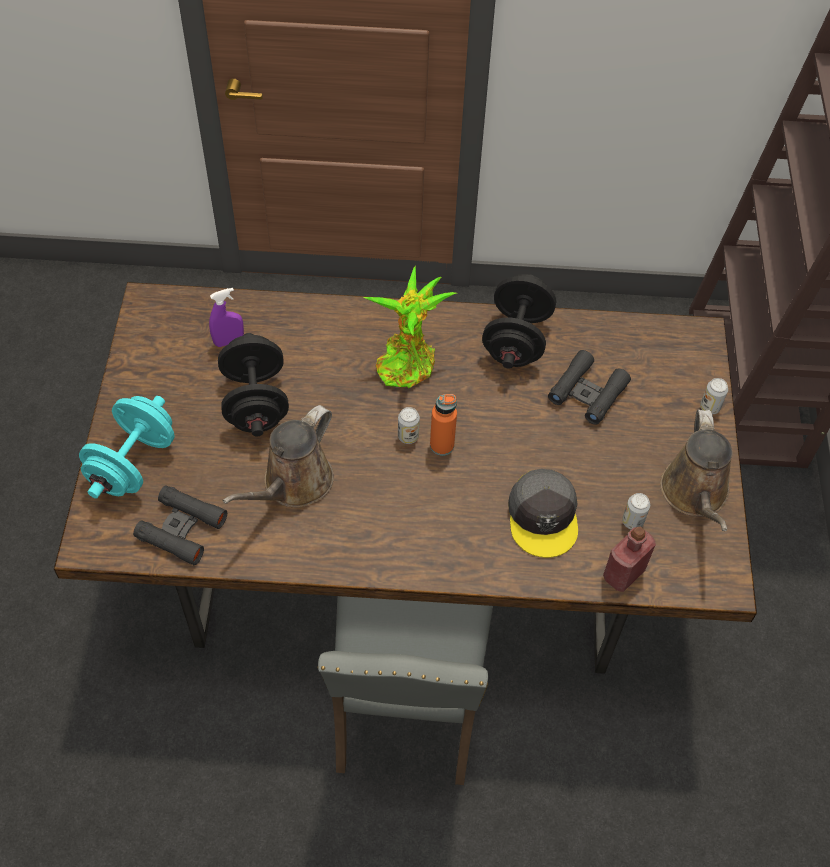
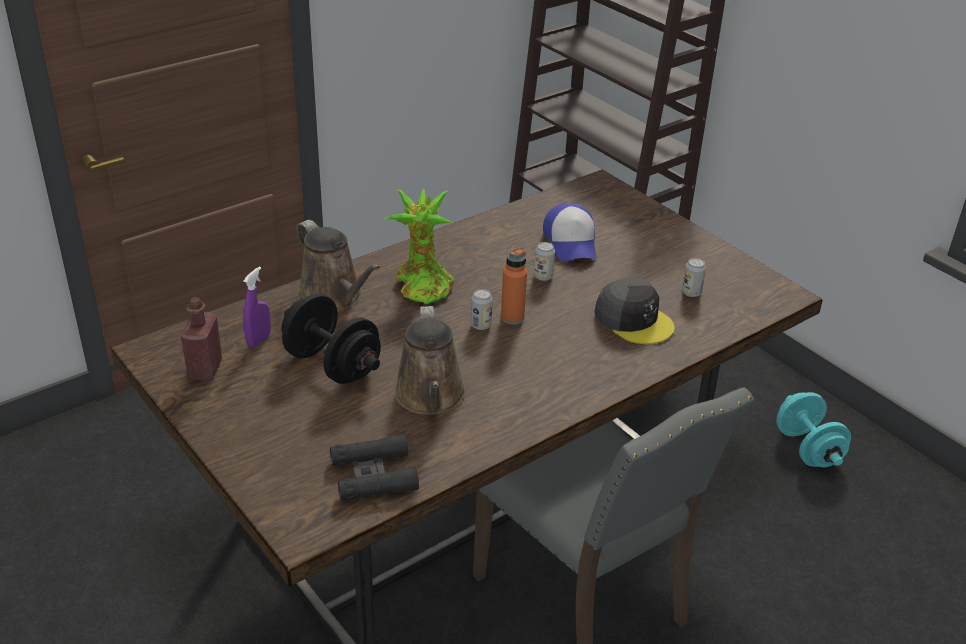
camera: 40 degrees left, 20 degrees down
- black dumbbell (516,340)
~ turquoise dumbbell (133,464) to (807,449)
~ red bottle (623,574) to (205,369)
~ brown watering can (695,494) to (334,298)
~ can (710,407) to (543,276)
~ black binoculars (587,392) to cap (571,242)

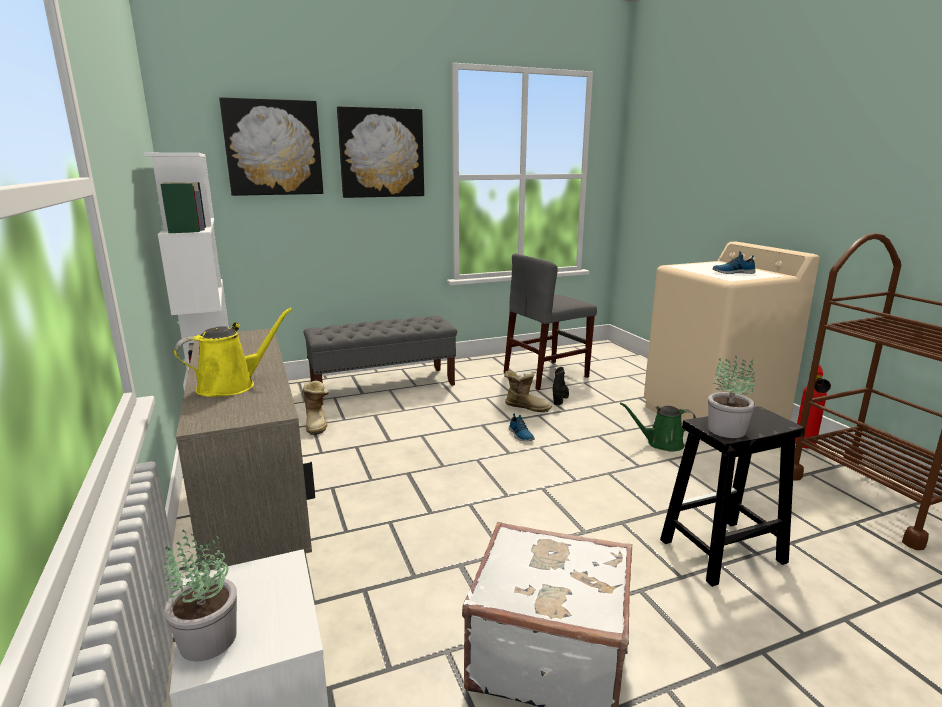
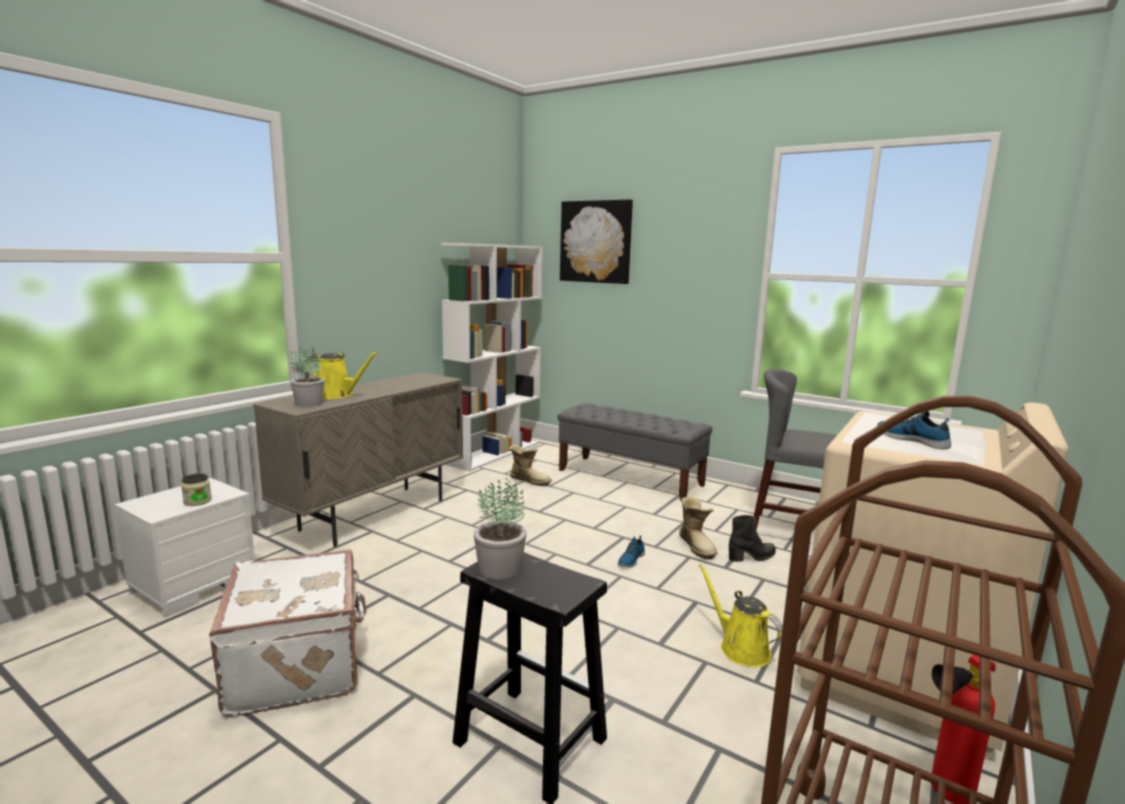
camera: 55 degrees right, 5 degrees down
- picture (381,153)
+ jar (197,501)
~ potted plant (206,639) to (309,403)
~ green watering can (661,443) to yellow watering can (740,648)
~ boot (317,424) = (529,480) 105 degrees counterclockwise

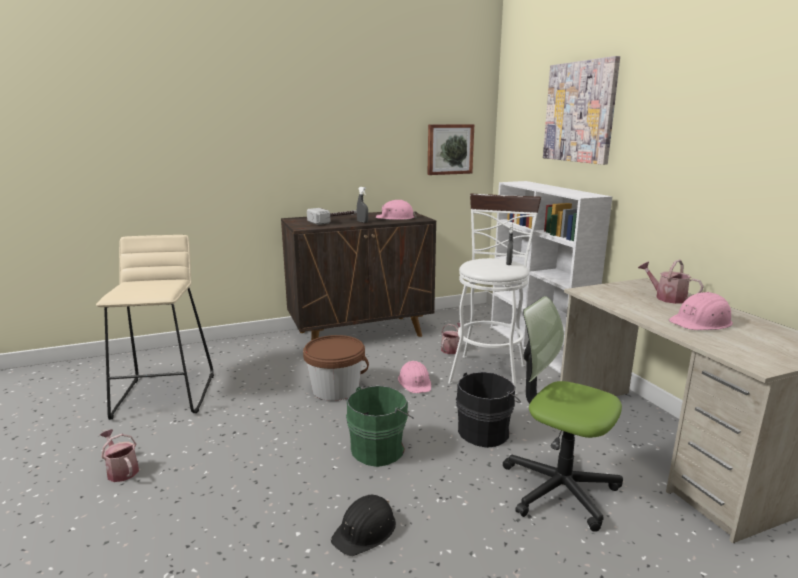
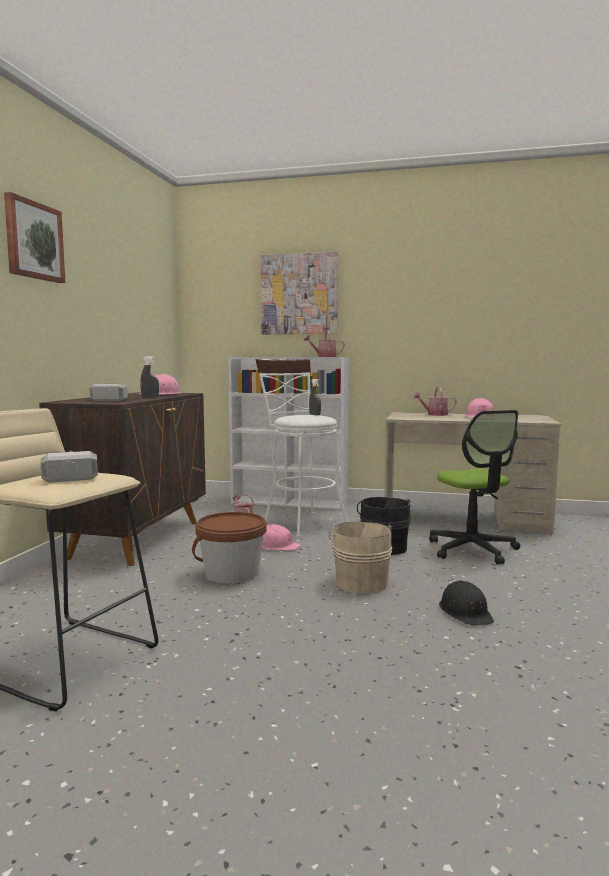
camera: 55 degrees left, 10 degrees down
+ hammer (71,472)
~ watering can (121,470) to (324,356)
~ picture (449,149) to (33,241)
~ green bucket (380,448) to beige bucket (361,582)
~ office chair (559,488) = (472,549) 90 degrees counterclockwise

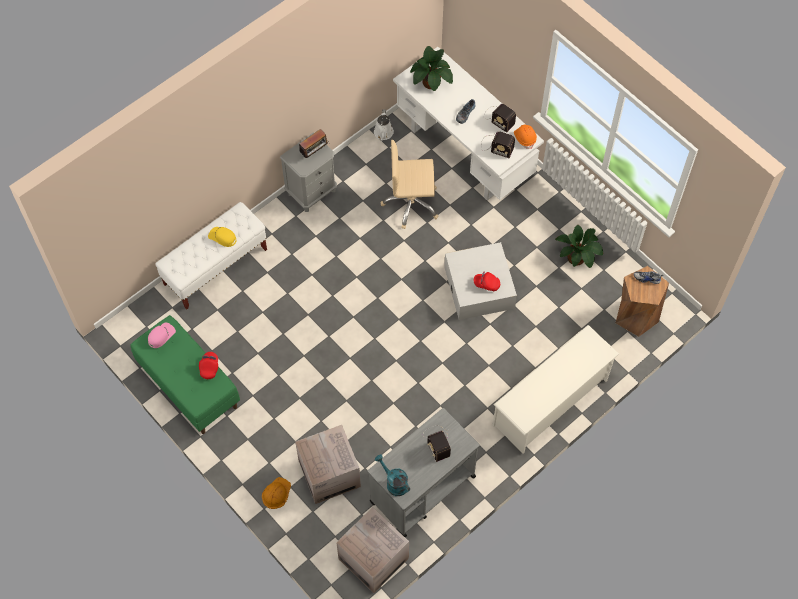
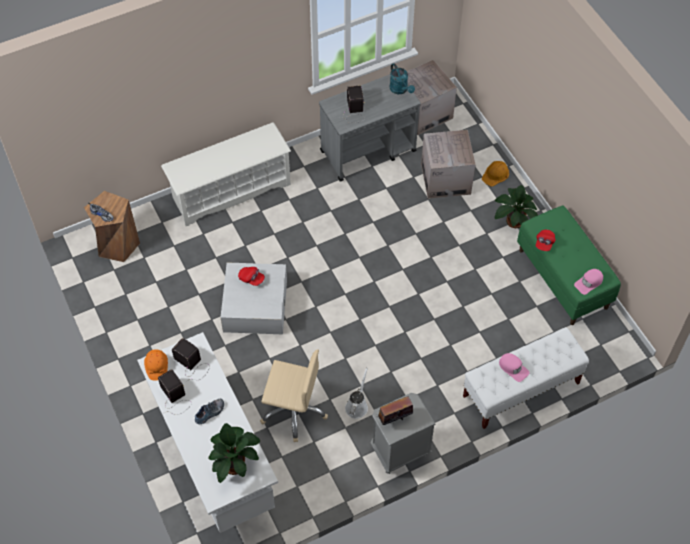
camera: 165 degrees left, 5 degrees down
~ white watering can (383,133) to (357,406)
~ potted plant (578,258) to (513,220)
~ yellow cap (222,237) to pink cap (513,368)

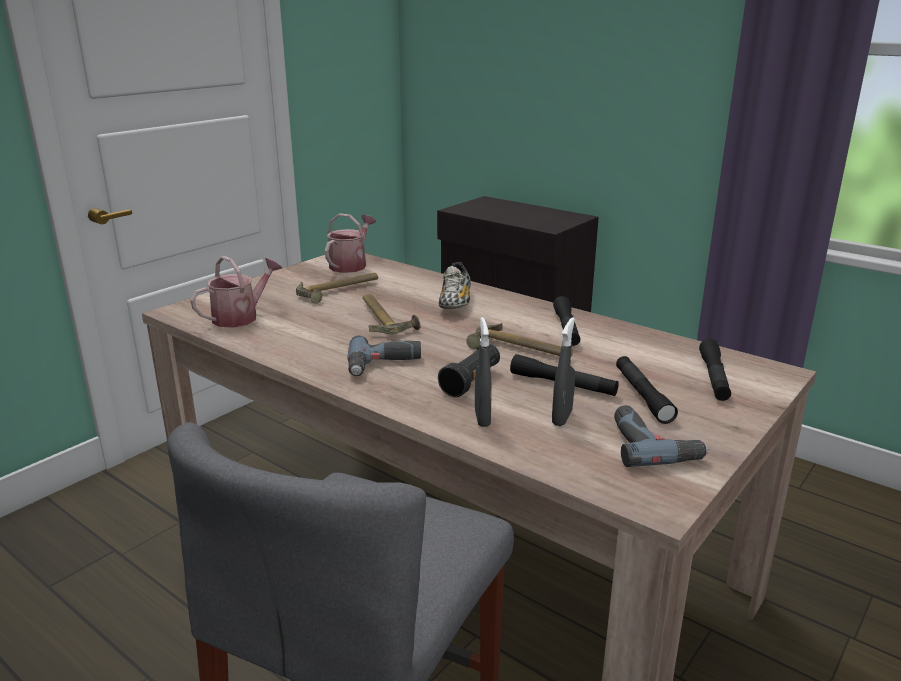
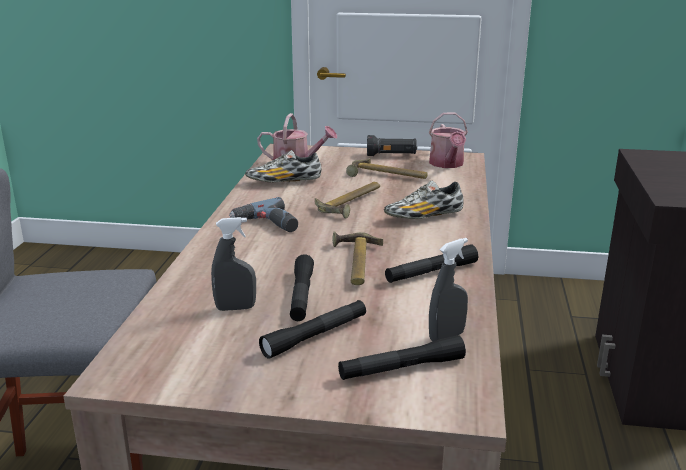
camera: 60 degrees right, 0 degrees up
- power drill (652,445)
+ shoe (284,182)
~ black flashlight (471,382) to (391,155)
~ grey spray bottle (482,418) to (446,336)
~ watering can (351,265) = (447,164) 90 degrees clockwise

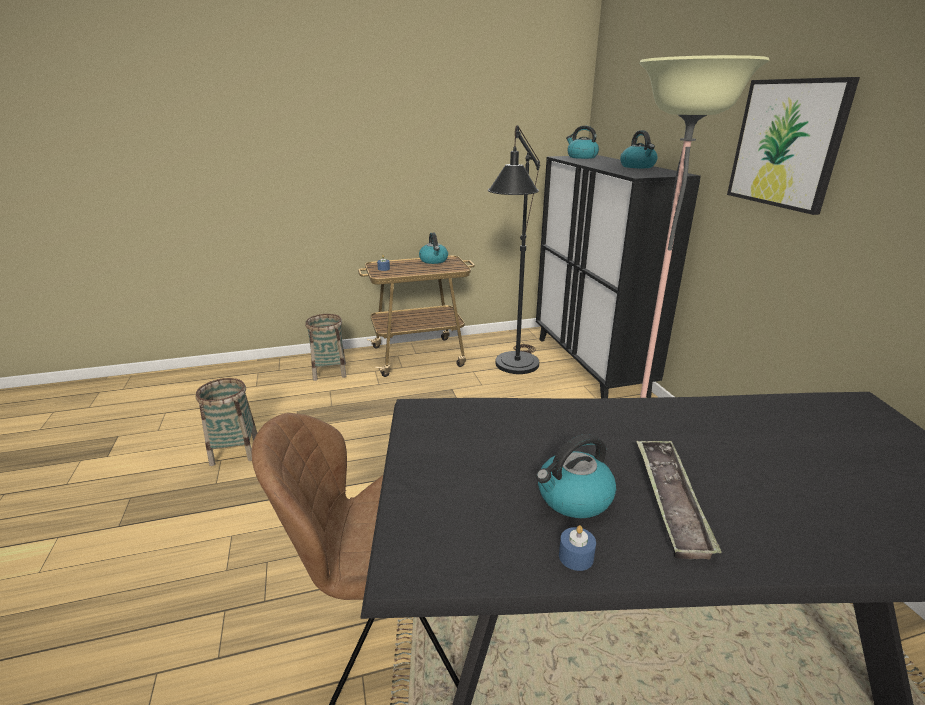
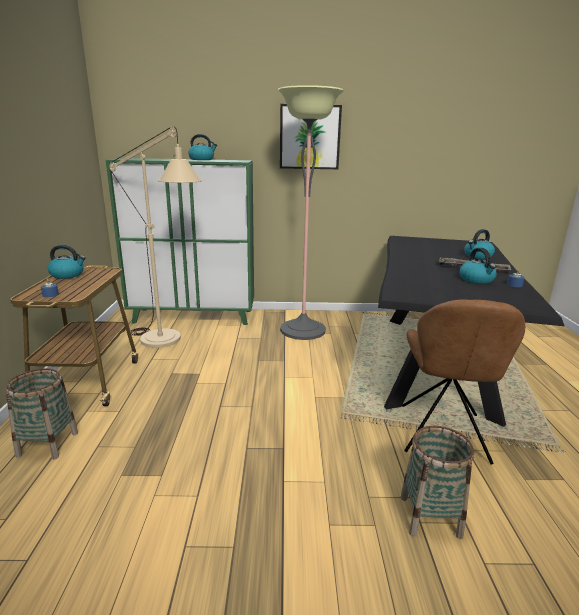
camera: 75 degrees left, 5 degrees down
~ basket (235,451) to (430,516)
~ kettle (581,157) to (477,256)
~ black floor lamp (514,369) to beige floor lamp (168,342)
~ black cabinet (590,365) to green cabinet (194,316)

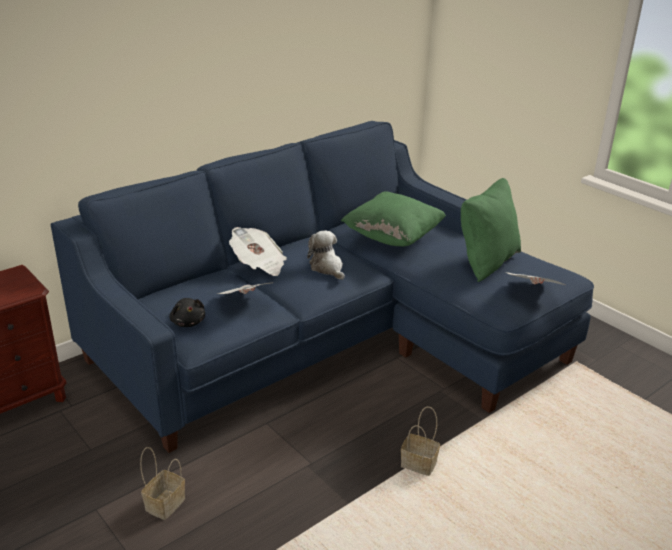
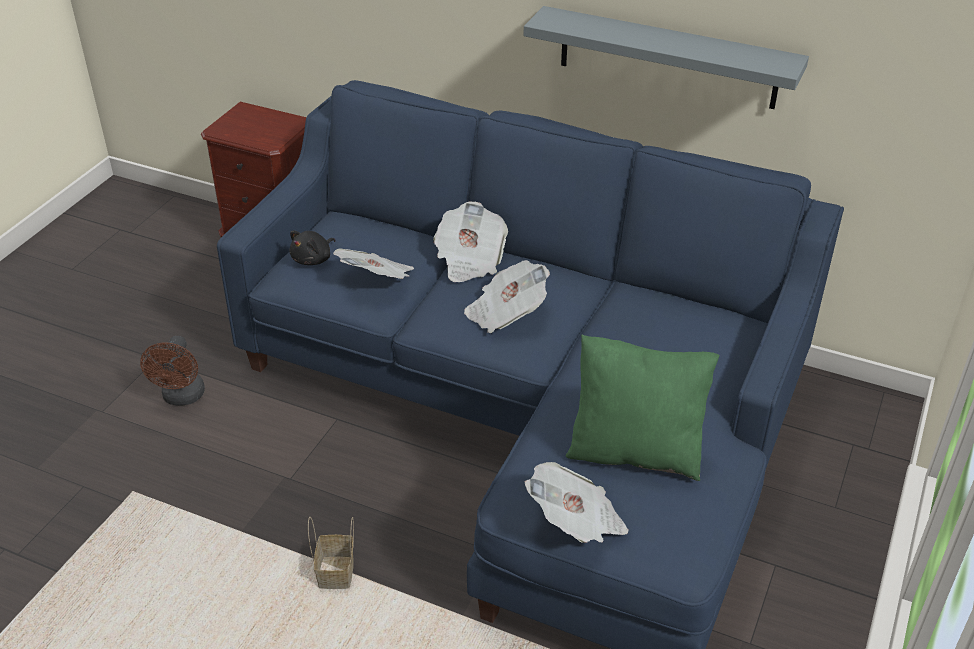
camera: 65 degrees right, 10 degrees up
- green pillow (393,237)
+ grey shelf (668,58)
~ basket (165,503) to brown fan (182,397)
~ plush toy (327,268) to newspaper (506,313)

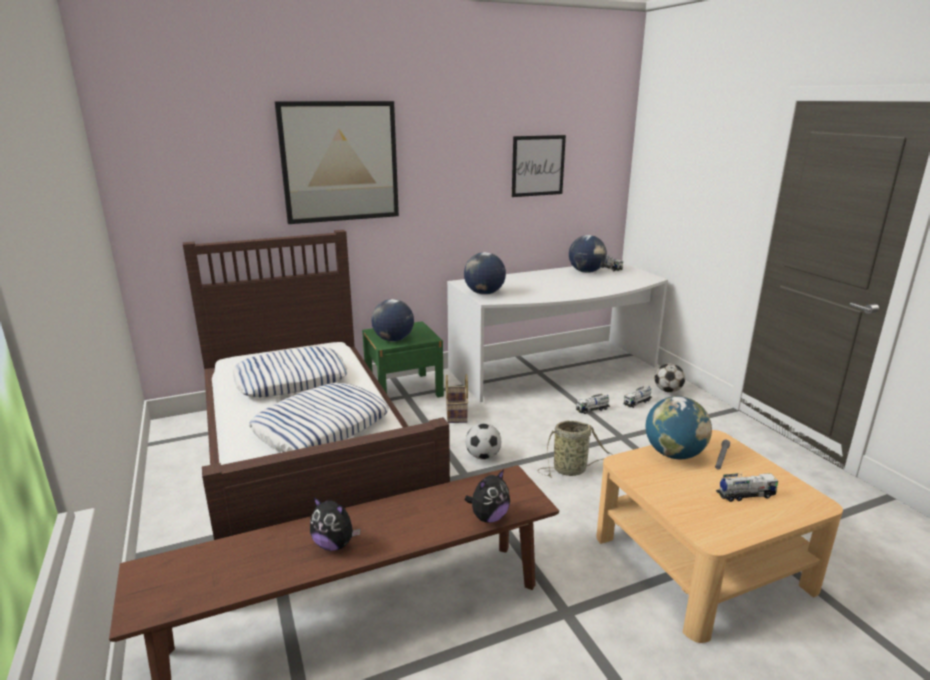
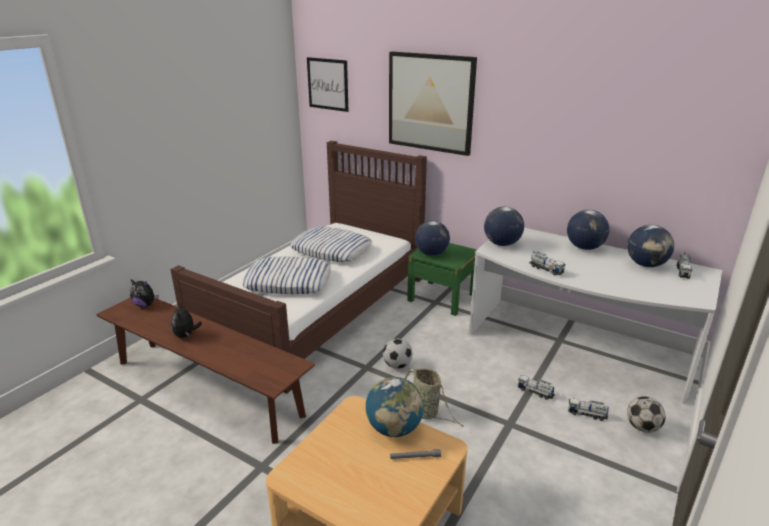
camera: 55 degrees right, 5 degrees up
- basket (457,414)
+ globe (584,247)
~ plush toy (488,517) to (145,305)
~ picture (538,166) to (328,84)
~ toy truck (745,495) to (546,269)

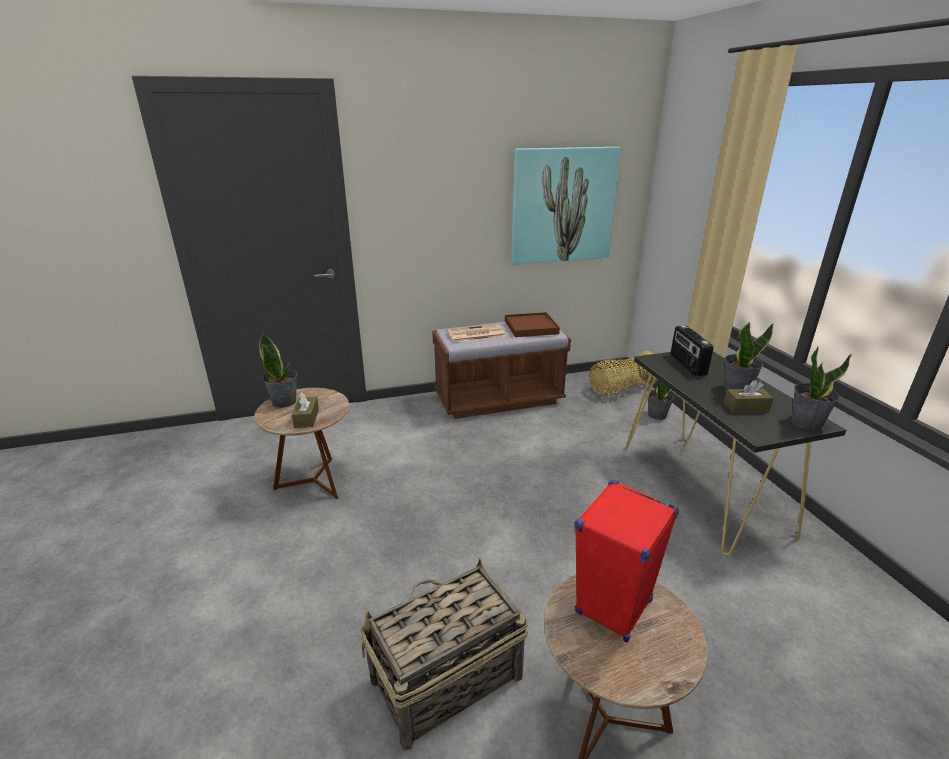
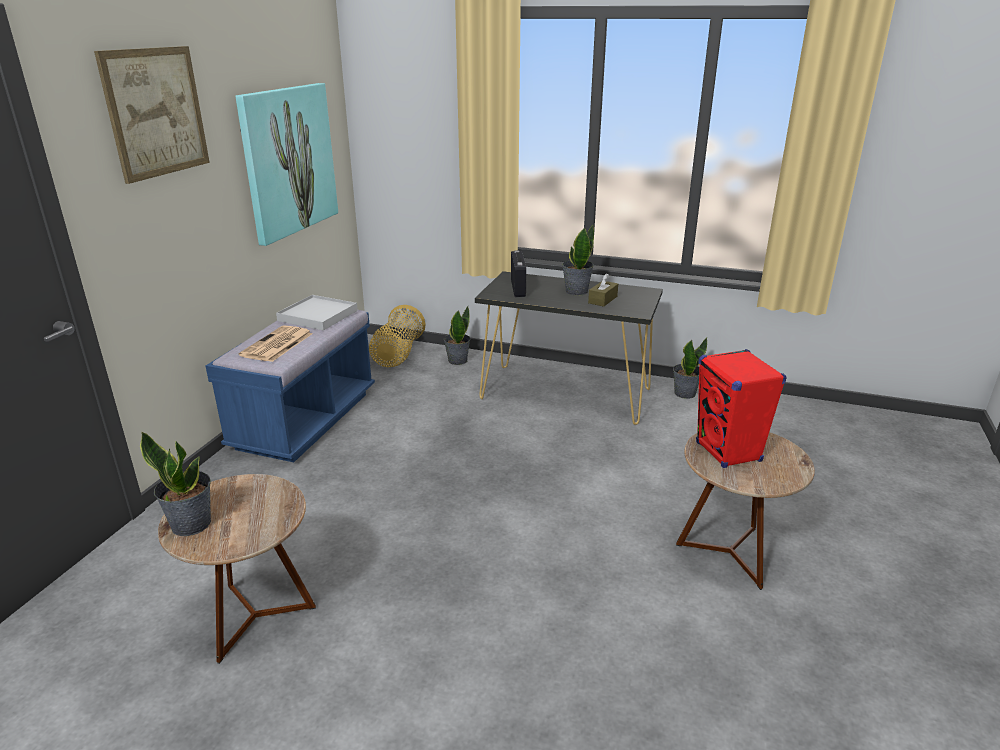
camera: 55 degrees left, 0 degrees up
- brown tissue box (306,418)
- basket (445,679)
+ picture (156,112)
~ potted plant (806,422) to (684,393)
~ brown bench (498,399) to blue bench (305,420)
~ brown tray (531,327) to white tray (317,316)
~ radio (687,365) = (518,288) 120 degrees counterclockwise

